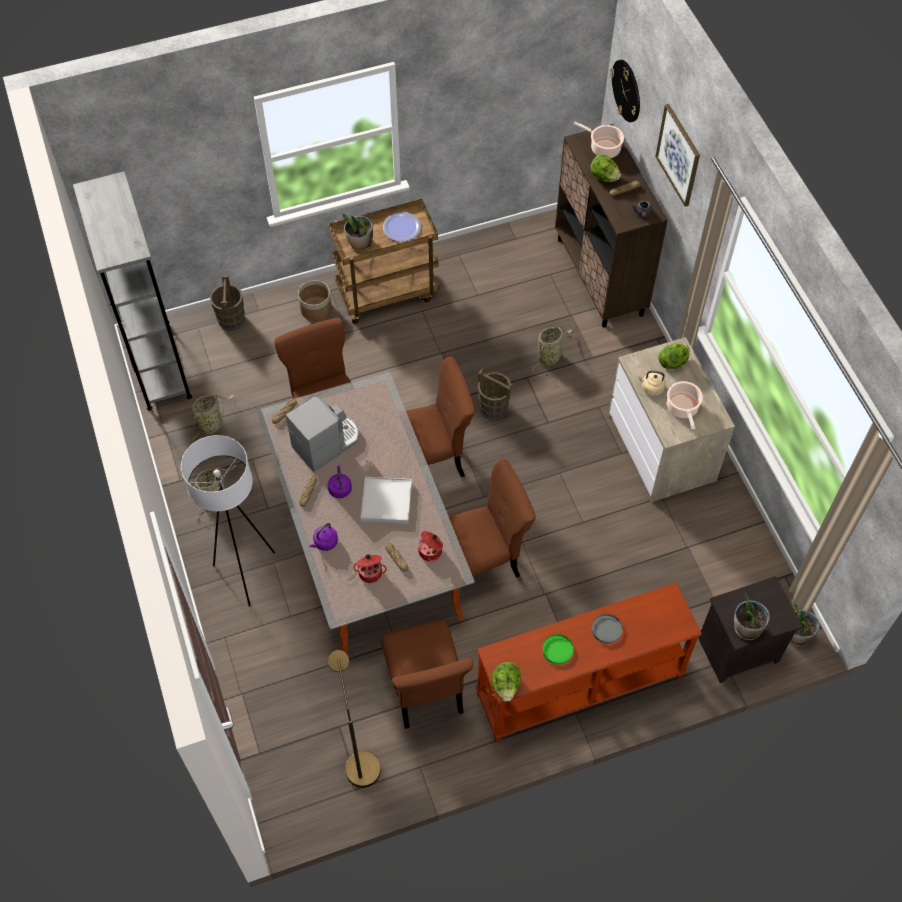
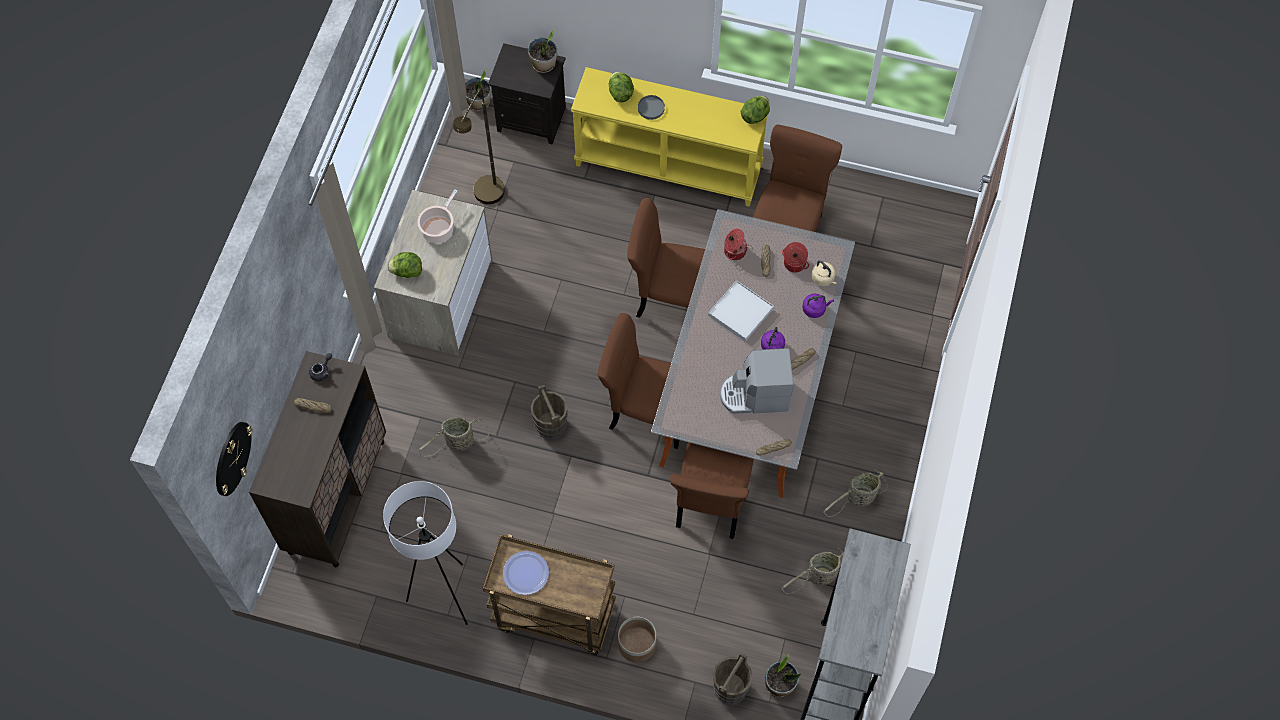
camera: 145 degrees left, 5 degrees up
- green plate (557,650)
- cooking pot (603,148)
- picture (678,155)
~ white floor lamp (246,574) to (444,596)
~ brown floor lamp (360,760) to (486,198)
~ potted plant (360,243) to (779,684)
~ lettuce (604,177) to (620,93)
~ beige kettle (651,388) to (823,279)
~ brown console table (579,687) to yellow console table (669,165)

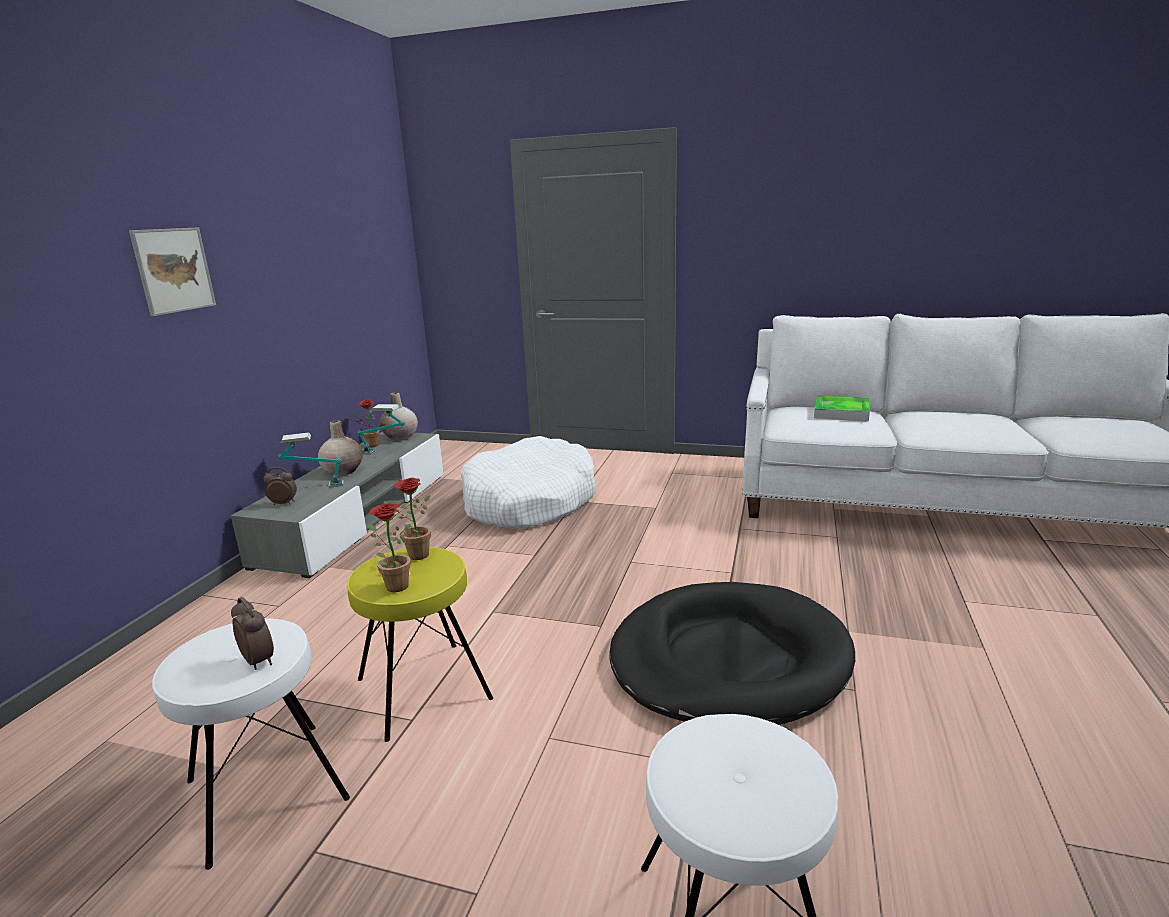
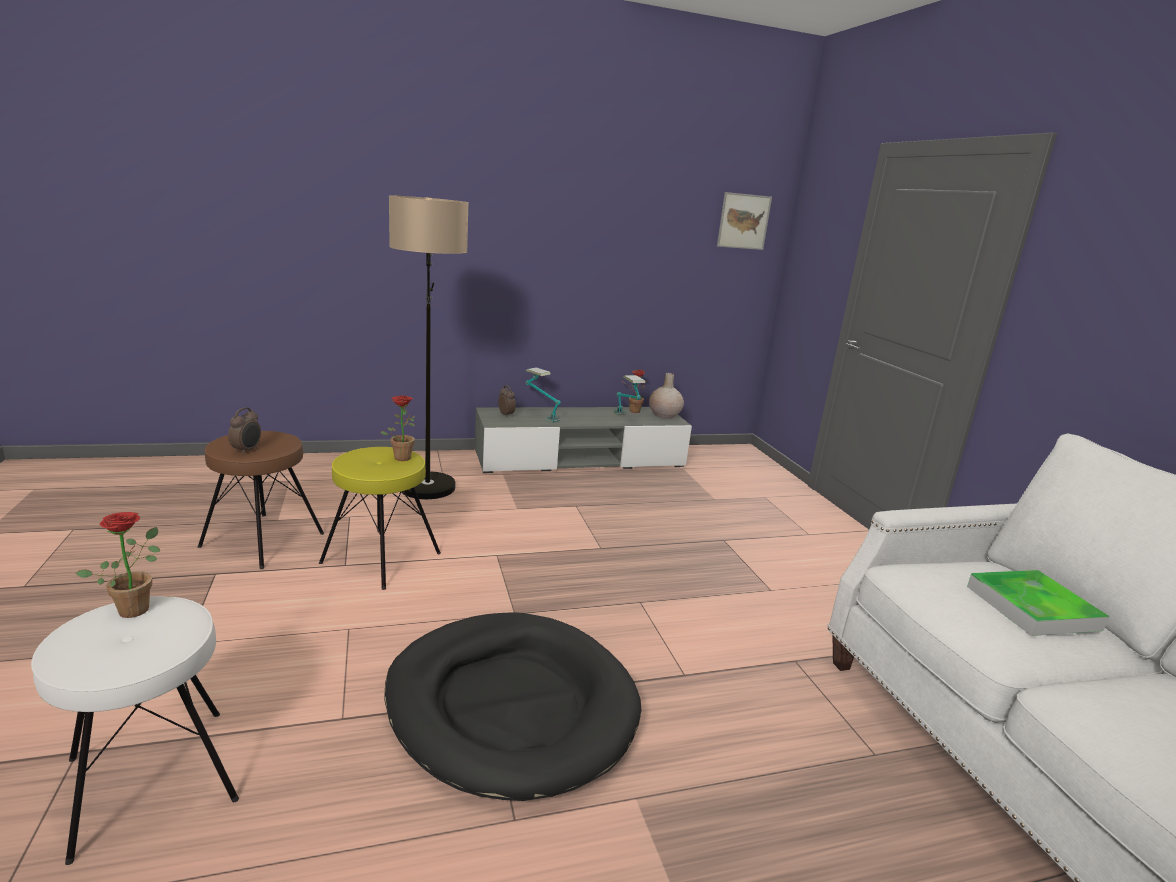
camera: 55 degrees right, 0 degrees up
- beige vase (343,471)
- white dog bed (529,501)
+ floor lamp (427,497)
~ picture (174,270) to (743,221)
~ potted plant (393,586) to (136,606)
~ white stool (265,789) to brown stool (263,539)

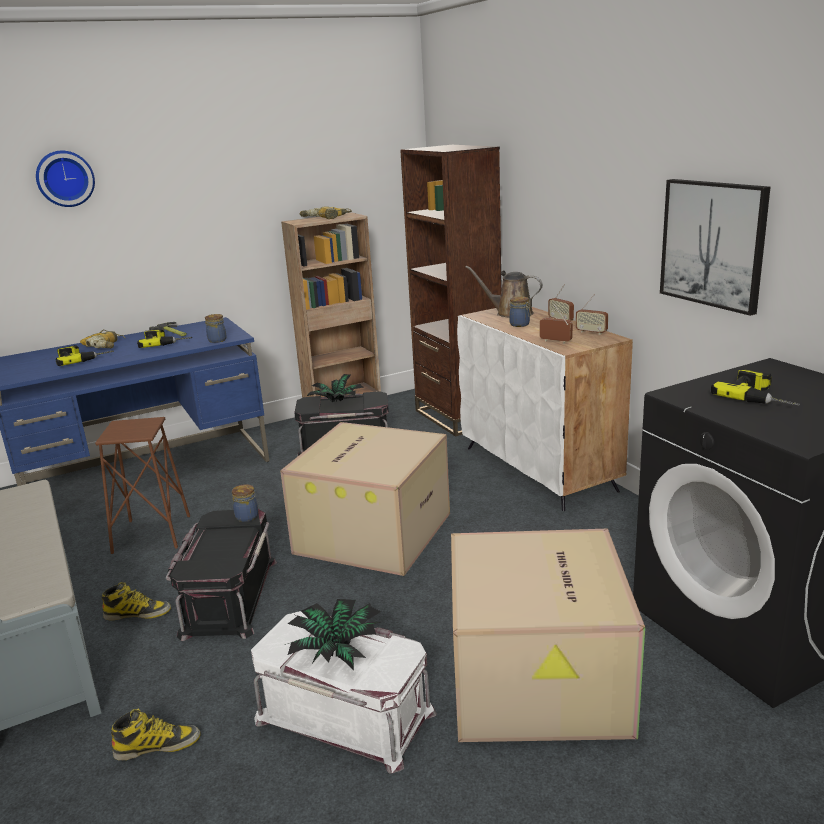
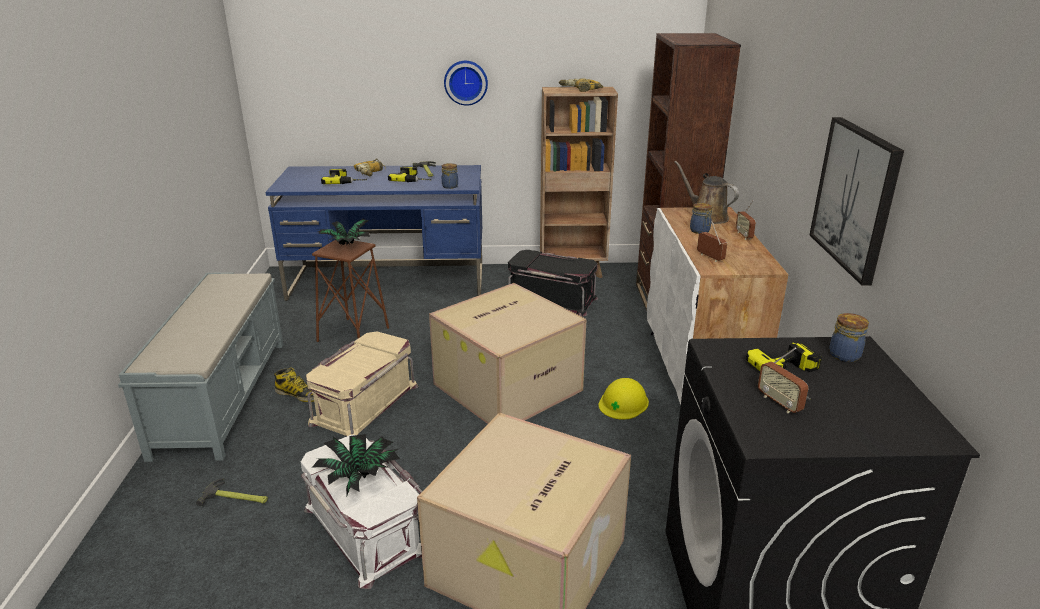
camera: 25 degrees right, 5 degrees up
+ yellow hard hat (623,403)
~ wall clock (65,178) to (466,82)
~ jar (247,516) to (844,354)
~ potted plant (337,403) to (346,246)
~ radio (591,332) to (779,403)
~ boot (158,745) to hammer (236,498)
~ black storage box (228,596) to beige storage box (364,403)

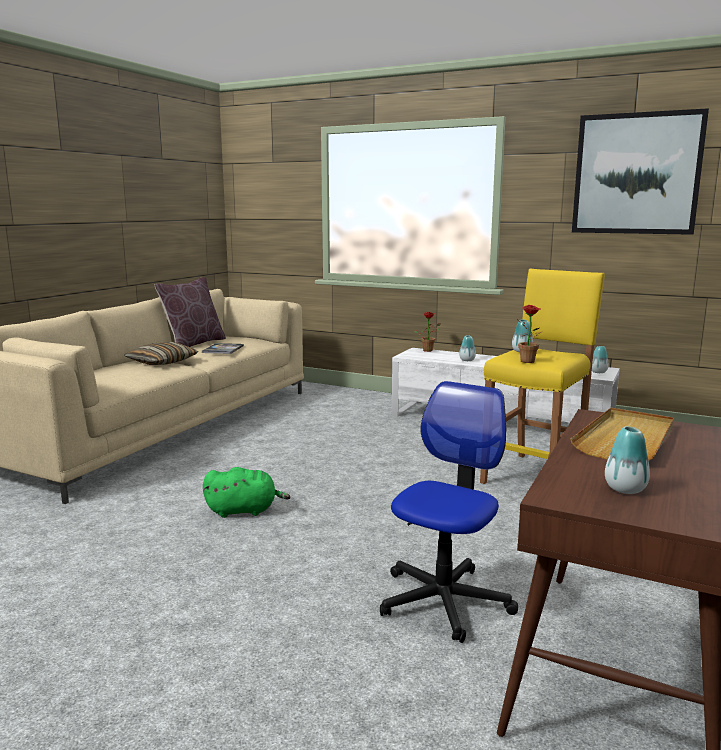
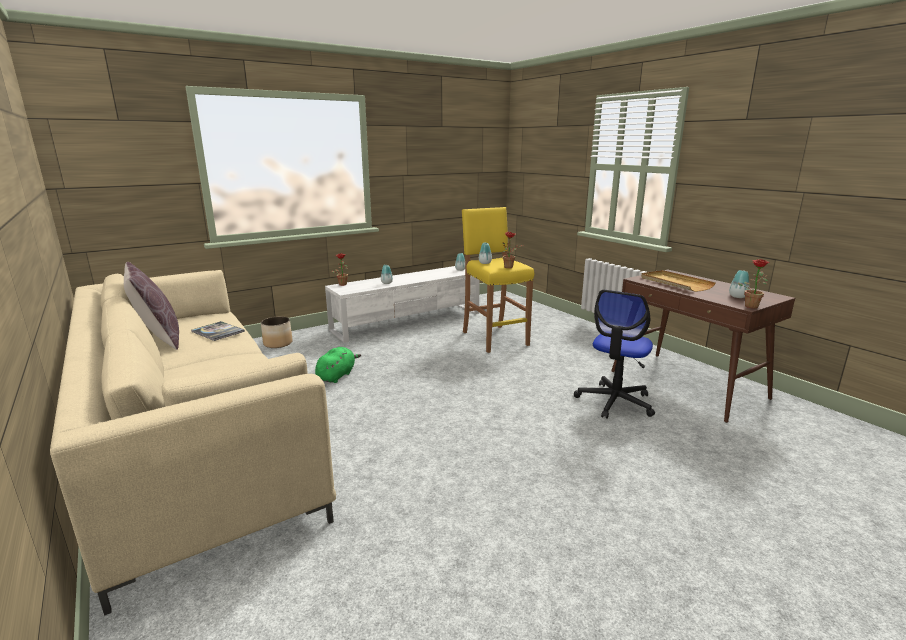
camera: 60 degrees left, 5 degrees up
- pillow (162,362)
- picture (636,174)
+ planter (278,343)
+ potted plant (750,305)
~ green plush toy (244,511) to (337,376)
~ office chair (444,601) = (614,402) 120 degrees counterclockwise

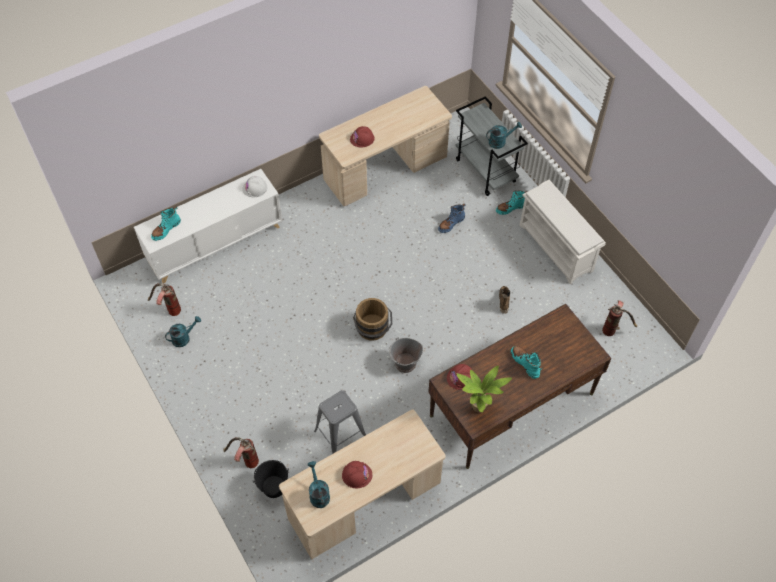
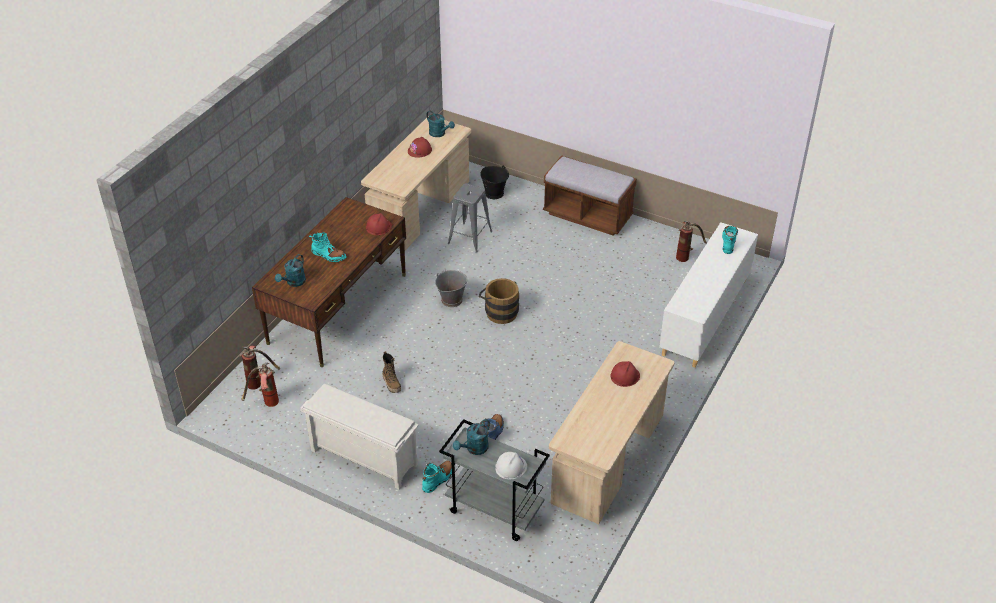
camera: 150 degrees right, 15 degrees down
- potted plant (479,409)
+ brown bench (587,215)
~ turquoise watering can (184,338) to (294,282)
~ fire extinguisher (245,461) to (259,381)
~ white hard hat (255,188) to (511,467)

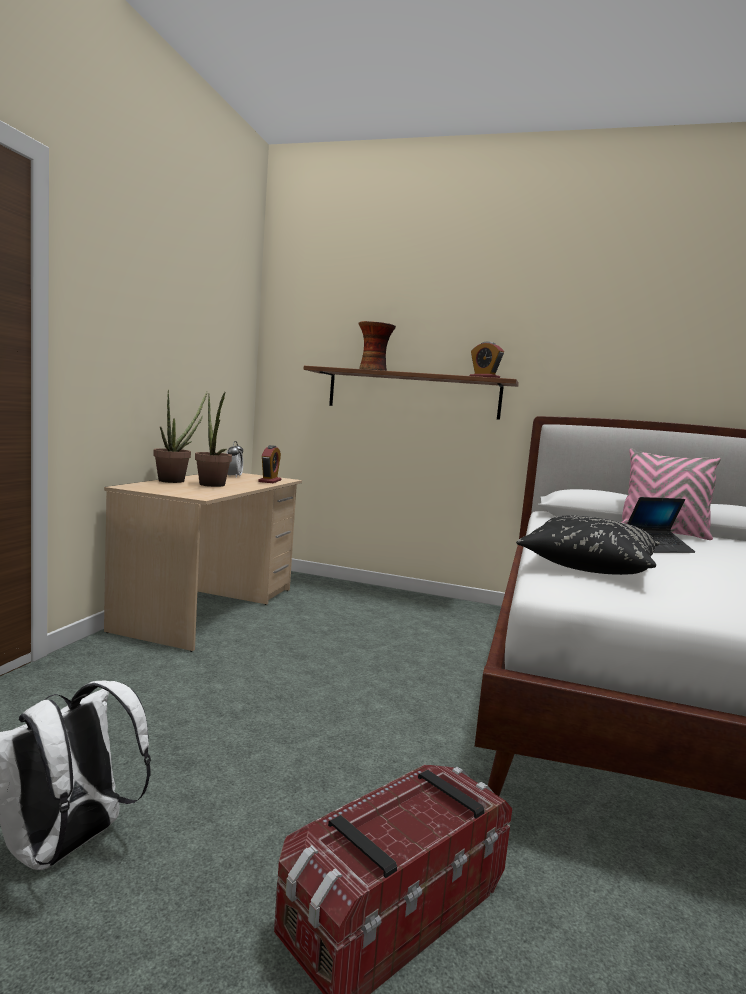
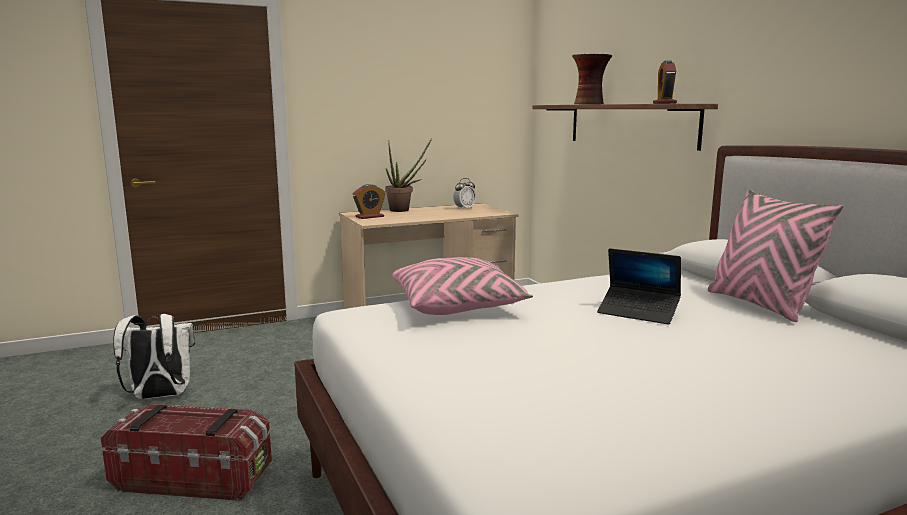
camera: 50 degrees right, 5 degrees up
- potted plant (213,485)
~ alarm clock (270,481) to (369,217)
~ black pillow (588,565) to pink pillow (458,306)

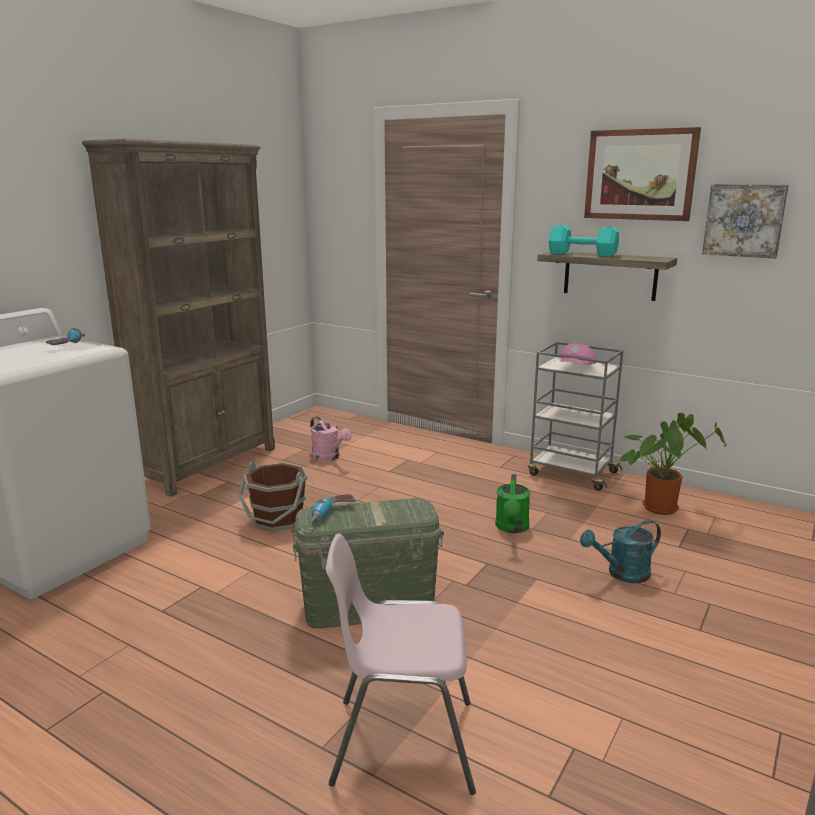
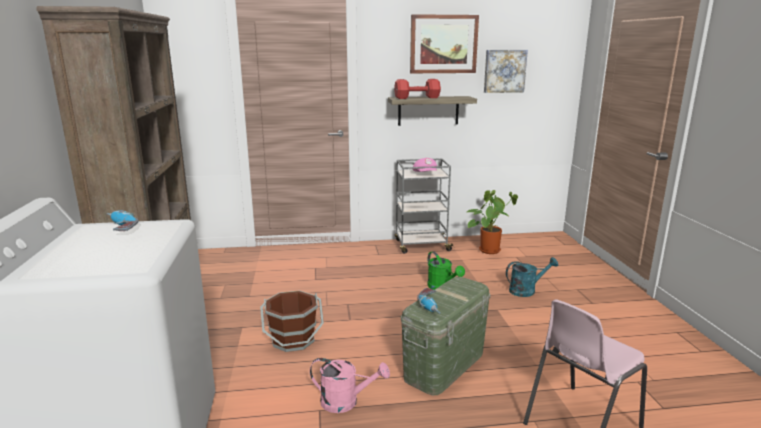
camera: 40 degrees left, 0 degrees up
~ pink watering can (329,457) to (346,402)
~ turquoise dumbbell (583,254) to red dumbbell (418,98)
~ turquoise watering can (622,574) = (526,290) 135 degrees counterclockwise

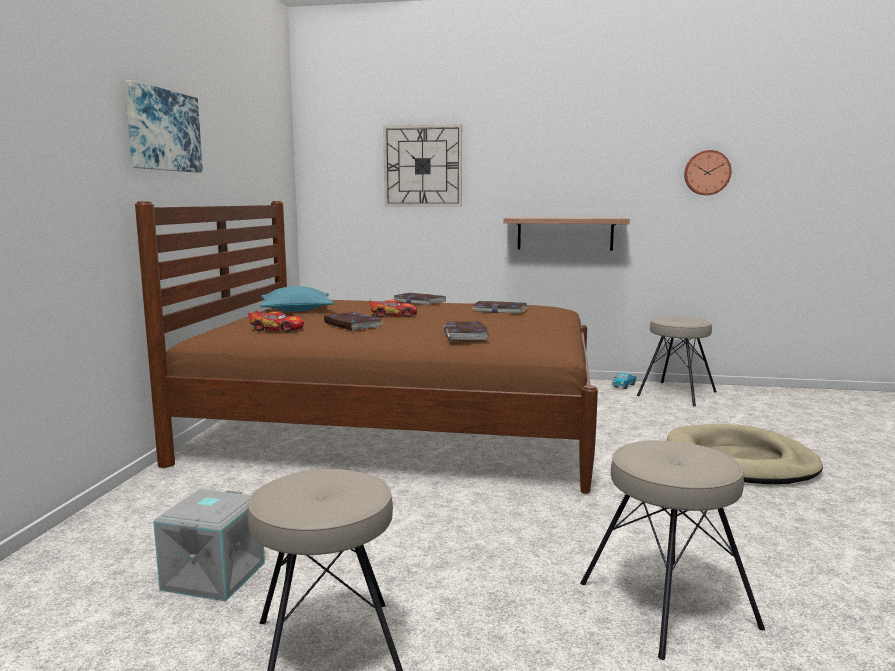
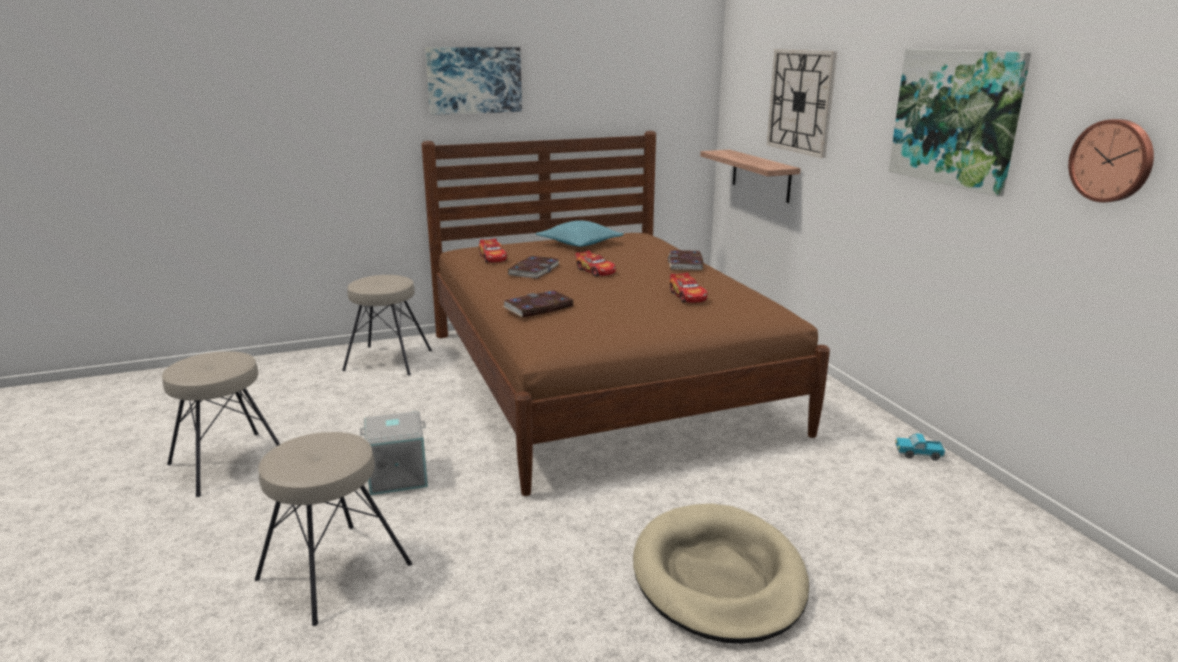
camera: 60 degrees right, 10 degrees up
+ picture (955,118)
~ grey storage box (212,575) to (398,475)
~ shelf (565,233) to (761,175)
~ beige stool (676,393) to (388,359)
~ book (500,310) to toy car (688,296)

